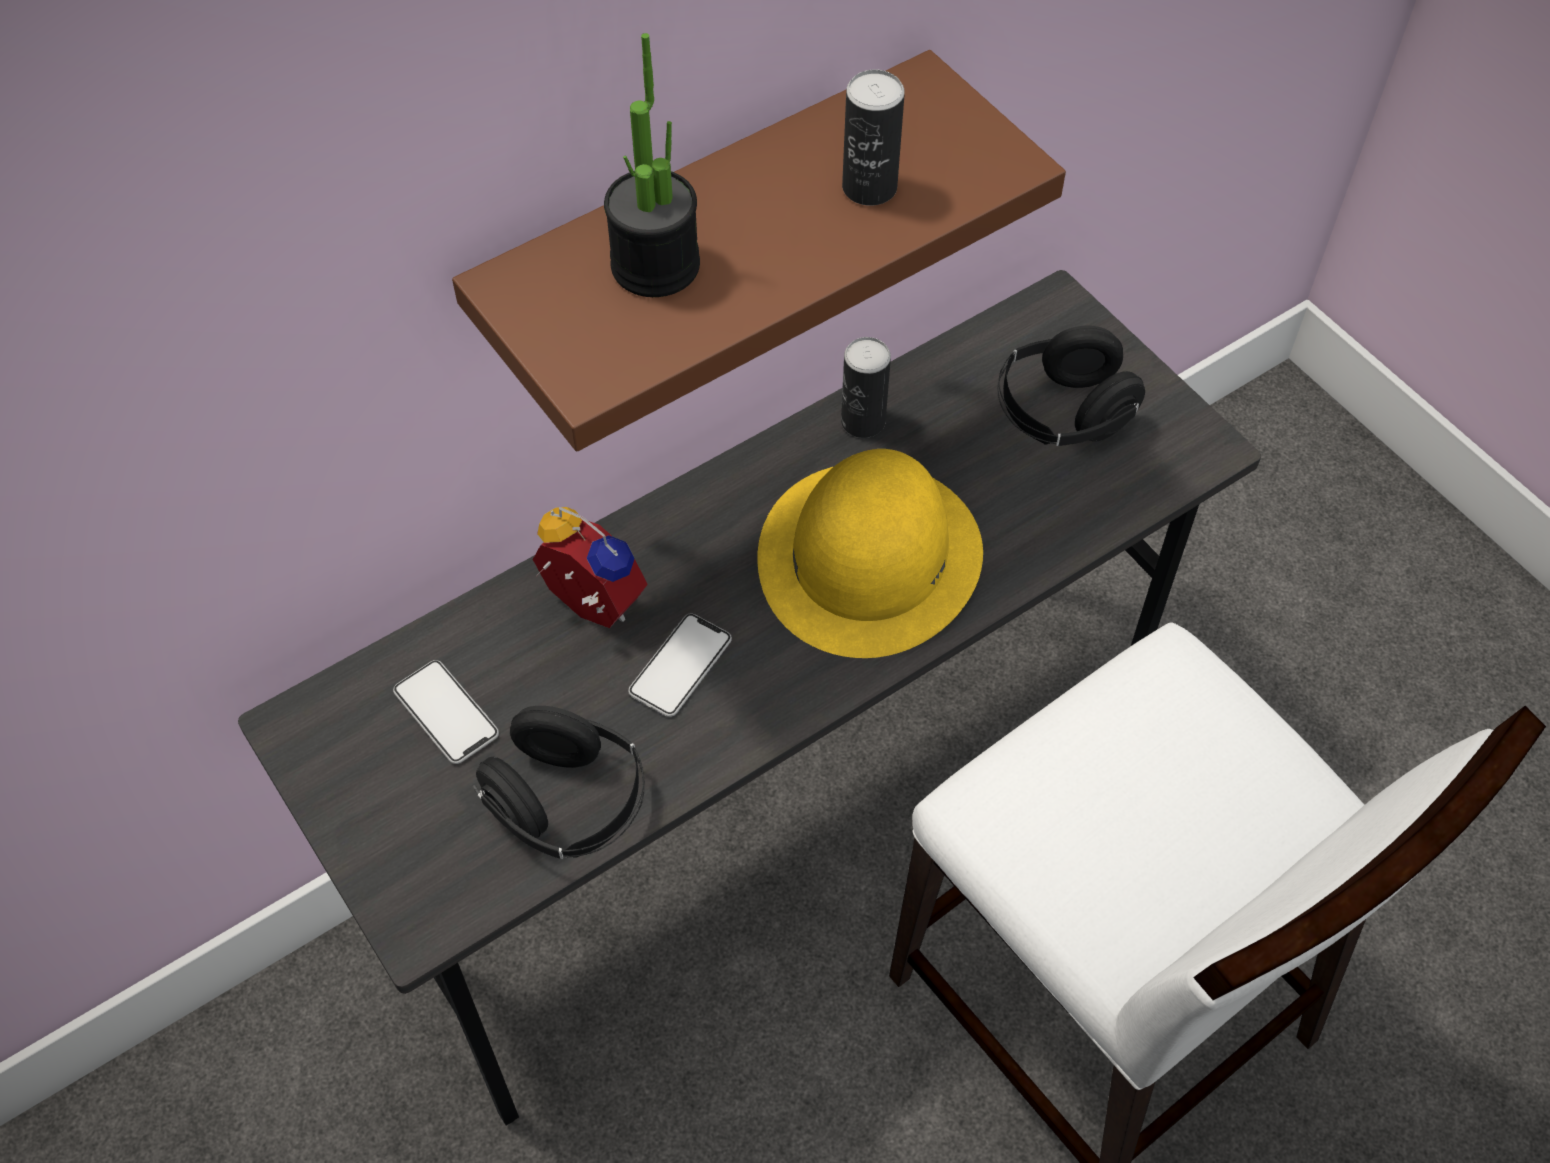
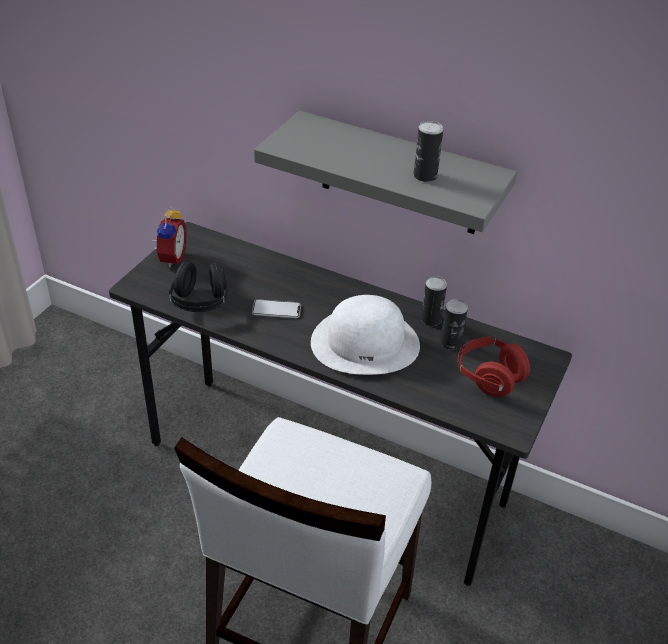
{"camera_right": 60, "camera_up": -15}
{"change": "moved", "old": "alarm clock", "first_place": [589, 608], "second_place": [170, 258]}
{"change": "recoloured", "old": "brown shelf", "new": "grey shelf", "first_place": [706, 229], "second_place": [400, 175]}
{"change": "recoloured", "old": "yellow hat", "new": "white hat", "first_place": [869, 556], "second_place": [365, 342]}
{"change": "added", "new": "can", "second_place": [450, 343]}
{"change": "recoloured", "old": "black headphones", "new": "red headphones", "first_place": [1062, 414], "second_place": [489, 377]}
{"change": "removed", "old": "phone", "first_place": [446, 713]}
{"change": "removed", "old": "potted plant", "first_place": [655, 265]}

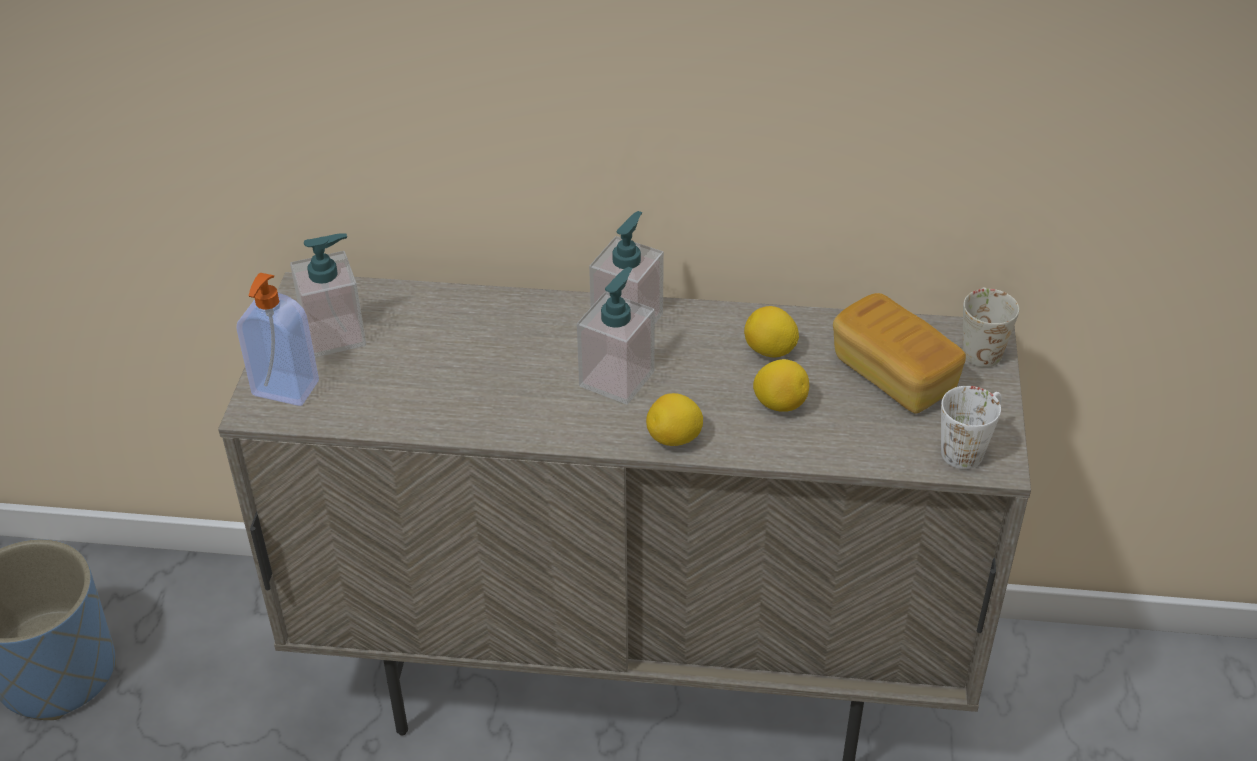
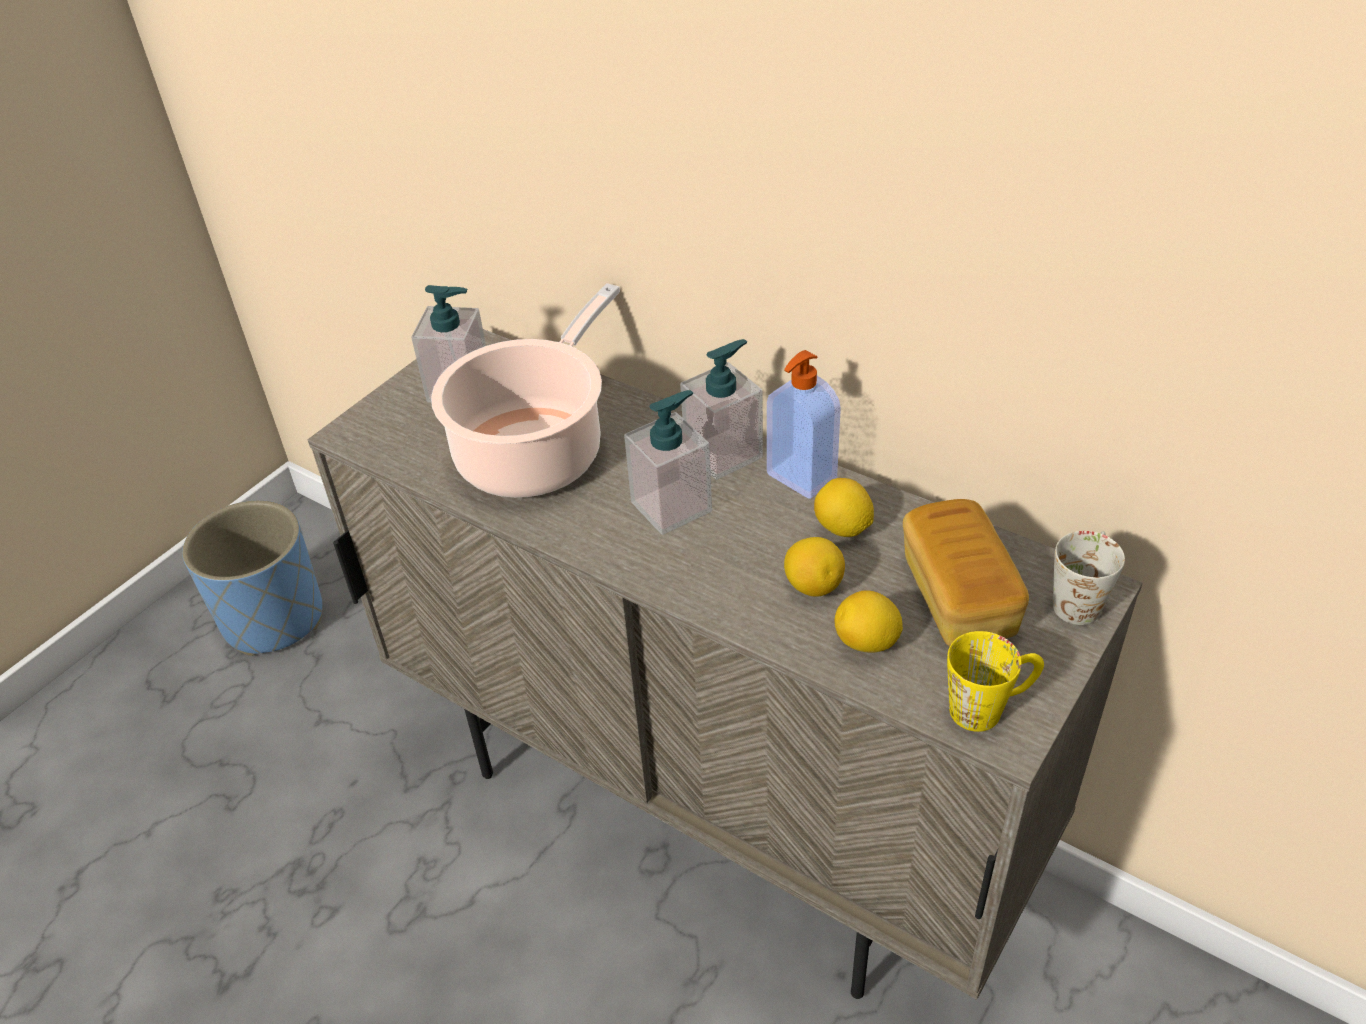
{"camera_right": 30, "camera_up": 0}
{"change": "added", "new": "cooking pot", "second_place": [535, 450]}
{"change": "moved", "old": "soap dispenser", "first_place": [284, 390], "second_place": [800, 478]}
{"change": "moved", "old": "lemon", "first_place": [674, 439], "second_place": [867, 643]}
{"change": "recoloured", "old": "white mug", "new": "yellow mug", "first_place": [969, 447], "second_place": [990, 706]}

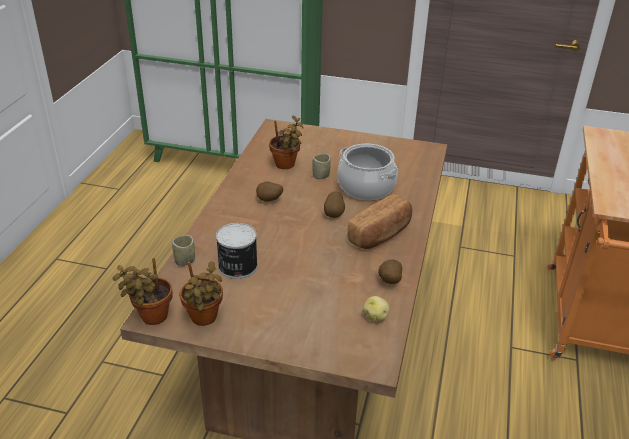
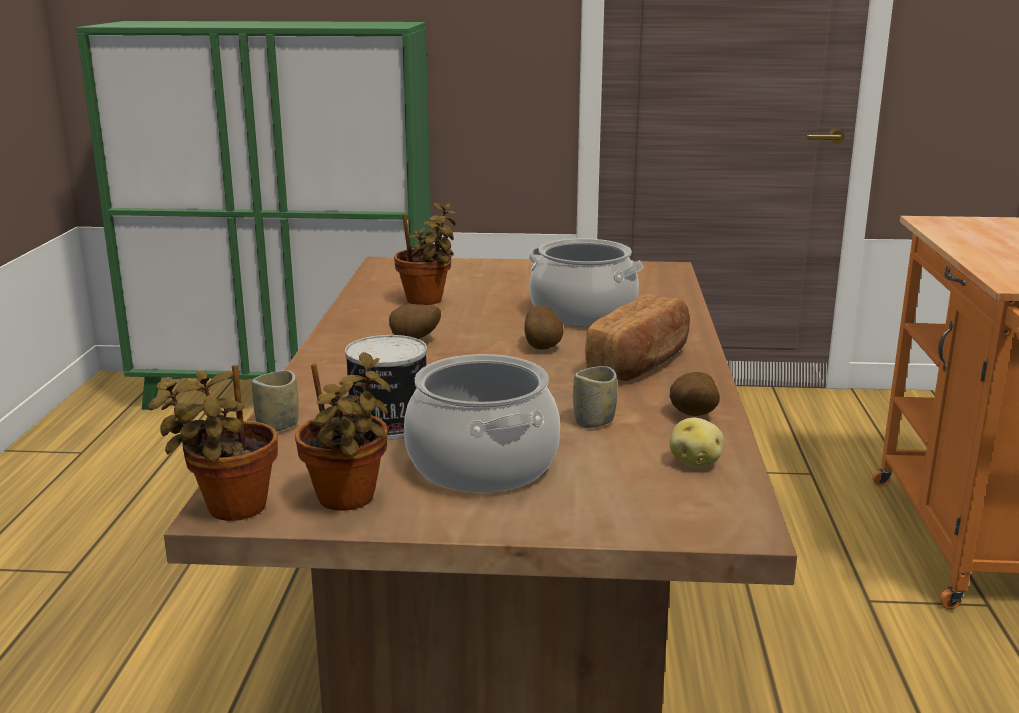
{"camera_right": -10, "camera_up": -15}
{"change": "added", "new": "cooking pot", "second_place": [481, 465]}
{"change": "moved", "old": "cup", "first_place": [321, 176], "second_place": [594, 421]}

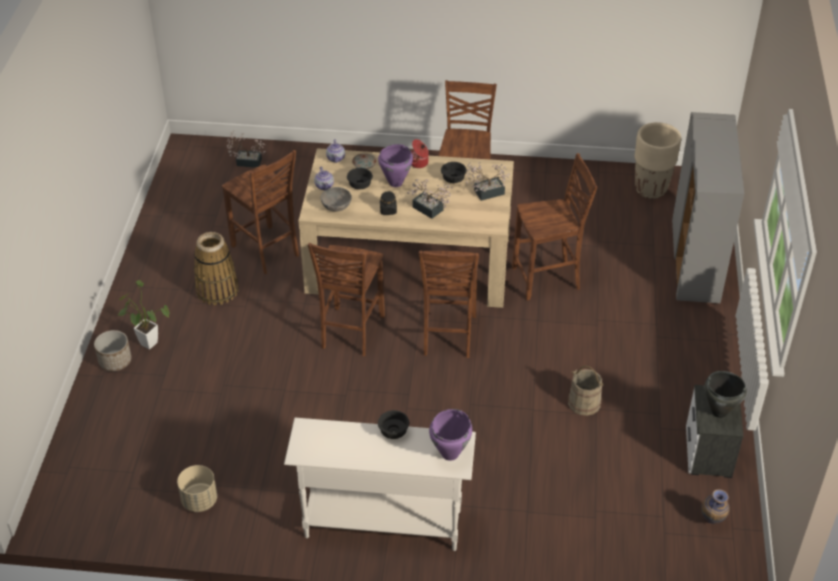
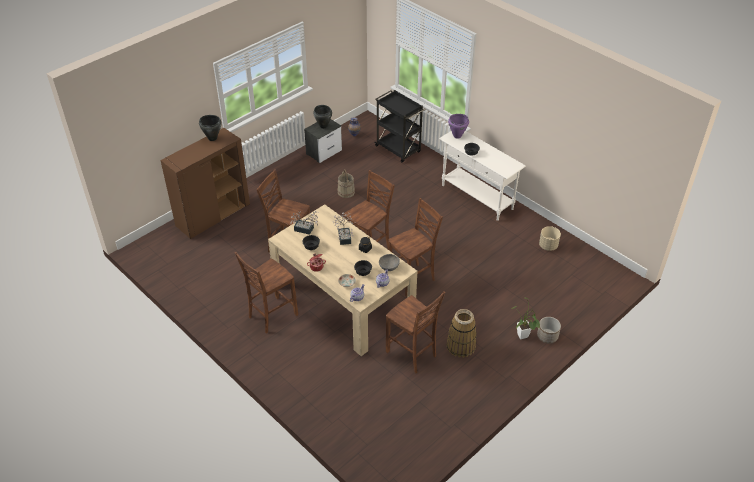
{"camera_right": -140, "camera_up": 0}
{"change": "recoloured", "old": "grey cabinet", "new": "brown cabinet", "first_place": [695, 262], "second_place": [213, 216]}
{"change": "added", "new": "black cooking pot", "second_place": [212, 138]}
{"change": "added", "new": "black cart", "second_place": [398, 149]}
{"change": "turned", "old": "brown chair", "first_place": [266, 251], "second_place": [412, 354], "degrees": 135}
{"change": "removed", "old": "potted plant", "first_place": [246, 161]}
{"change": "removed", "old": "purple cooking pot", "first_place": [395, 183]}
{"change": "removed", "old": "beige planter", "first_place": [651, 189]}

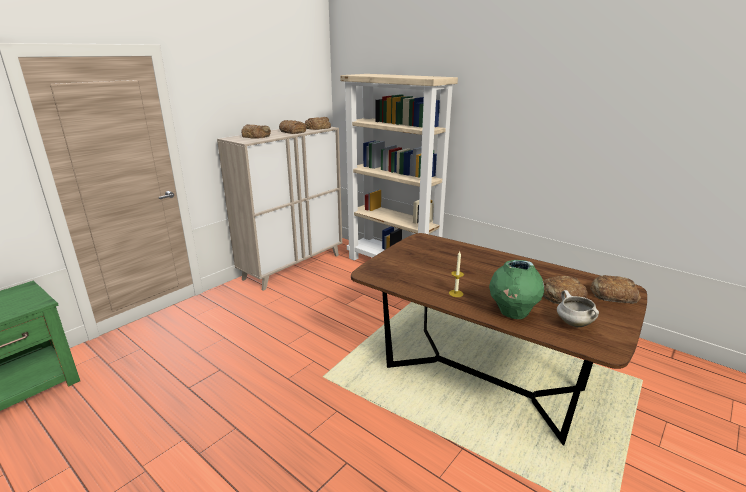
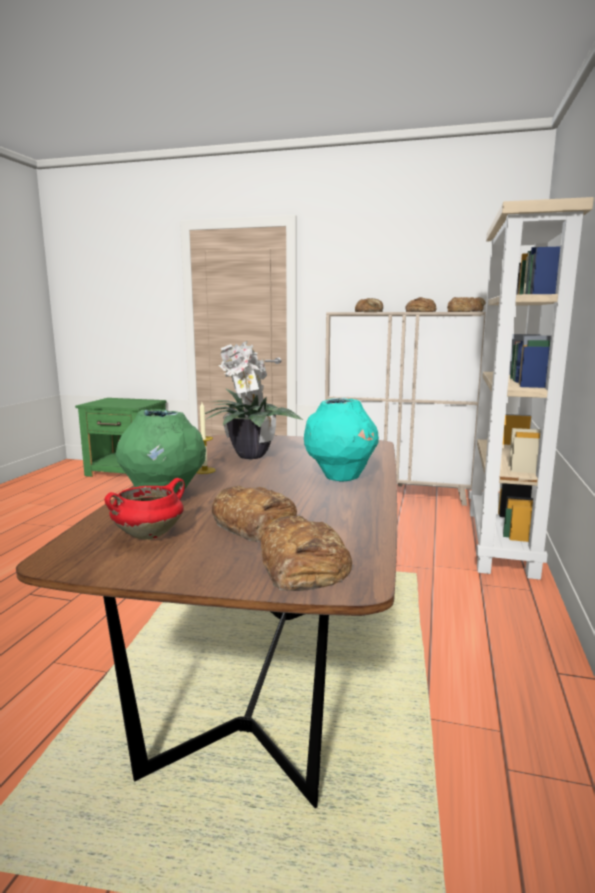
{"camera_right": 65, "camera_up": -10}
{"change": "recoloured", "old": "white cooking pot", "new": "red cooking pot", "first_place": [573, 323], "second_place": [149, 534]}
{"change": "added", "new": "potted plant", "second_place": [250, 457]}
{"change": "added", "new": "turquoise vase", "second_place": [340, 477]}

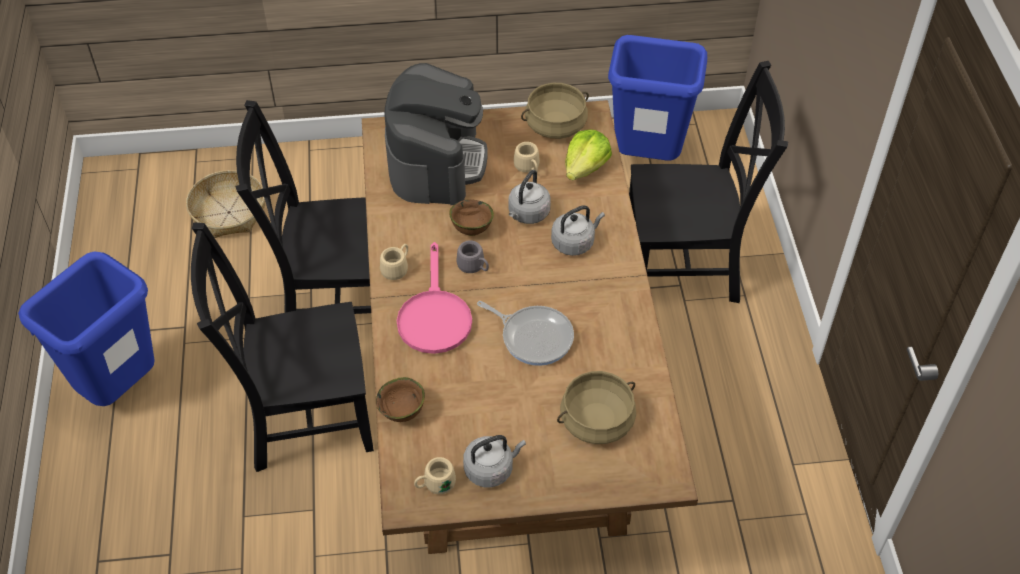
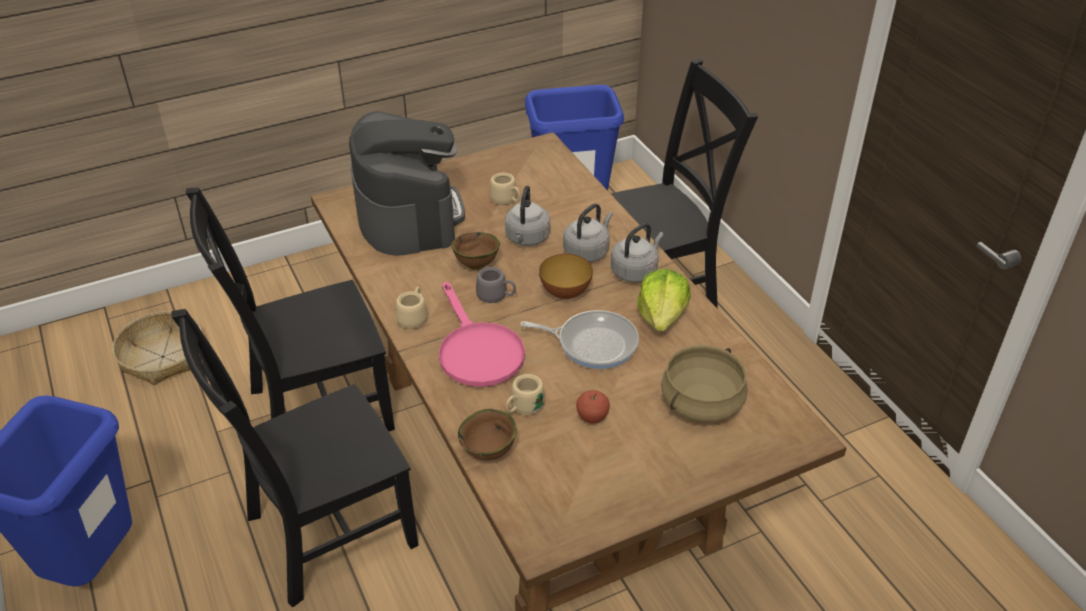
{"camera_right": -20, "camera_up": -10}
{"change": "moved", "old": "beige mug", "first_place": [435, 485], "second_place": [523, 408]}
{"change": "added", "new": "bowl", "second_place": [565, 293]}
{"change": "added", "new": "apple", "second_place": [592, 417]}
{"change": "moved", "old": "grey kettle", "first_place": [491, 469], "second_place": [635, 271]}
{"change": "moved", "old": "lettuce", "first_place": [585, 167], "second_place": [662, 316]}
{"change": "removed", "old": "beige cooking pot", "first_place": [555, 125]}

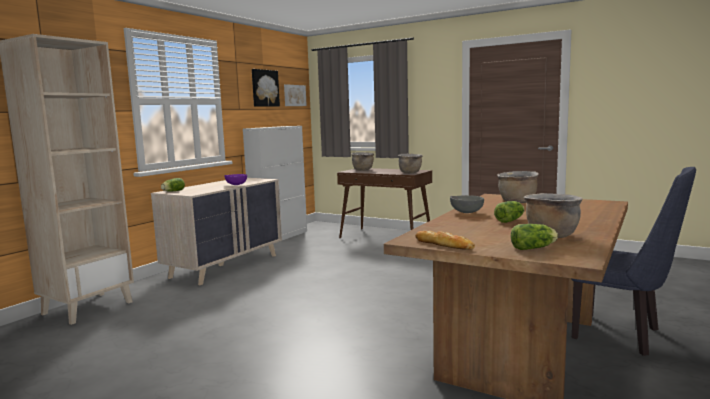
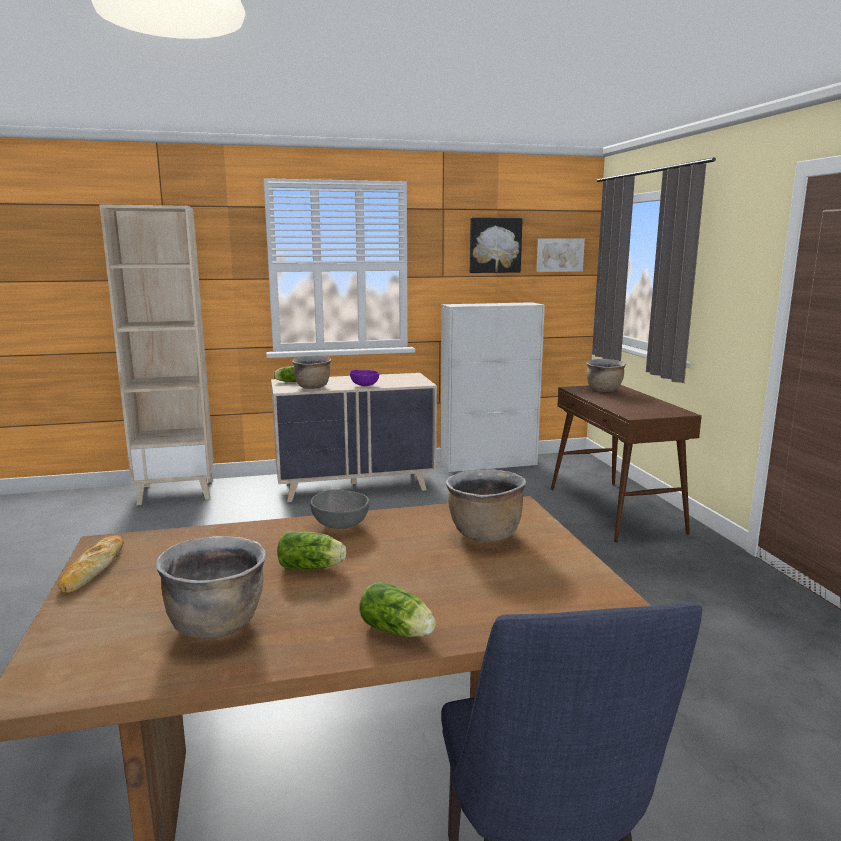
{"camera_right": 45, "camera_up": 5}
{"change": "moved", "old": "brown cooking pot", "first_place": [410, 172], "second_place": [313, 387]}
{"change": "moved", "old": "lettuce", "first_place": [534, 248], "second_place": [399, 632]}

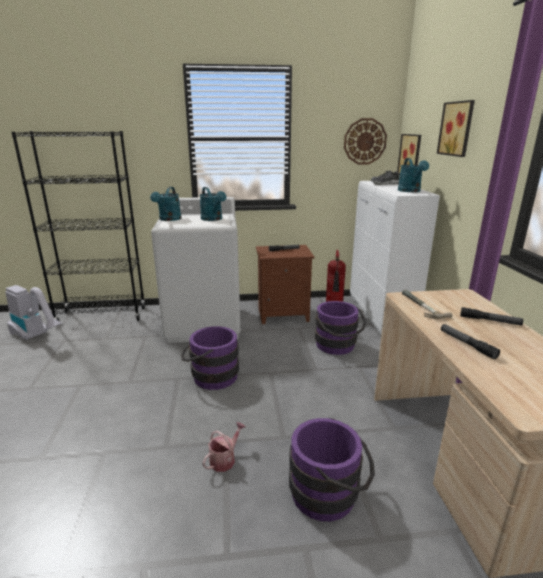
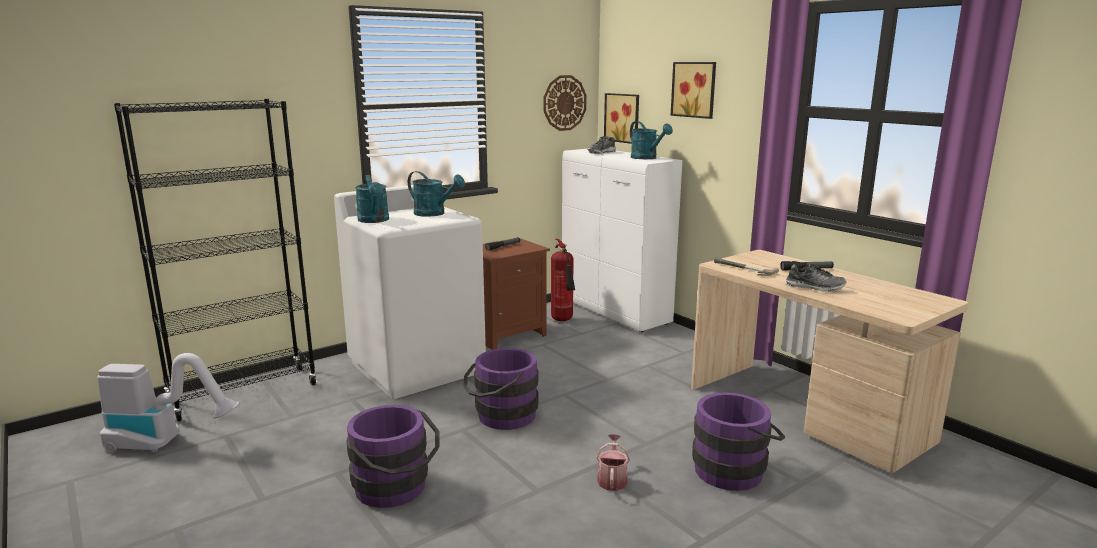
{"camera_right": -30, "camera_up": -5}
{"change": "moved", "old": "purple bucket", "first_place": [337, 346], "second_place": [395, 489]}
{"change": "replaced", "old": "flashlight", "new": "shoe", "first_place": [467, 344], "second_place": [814, 288]}

